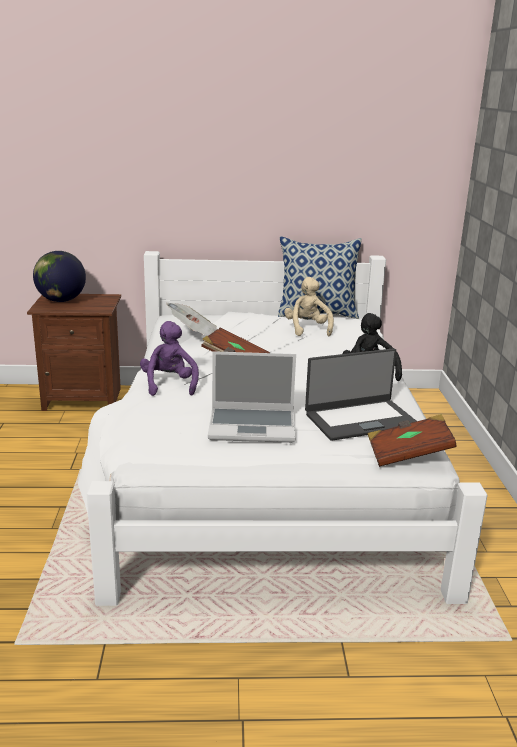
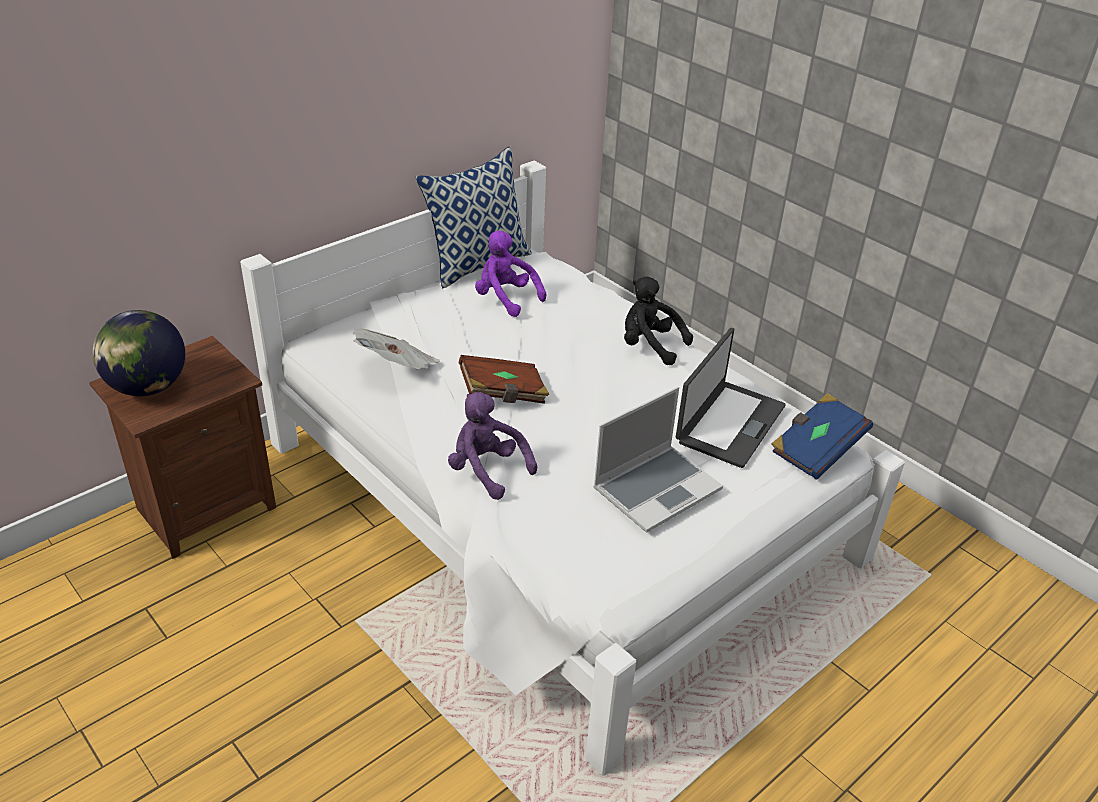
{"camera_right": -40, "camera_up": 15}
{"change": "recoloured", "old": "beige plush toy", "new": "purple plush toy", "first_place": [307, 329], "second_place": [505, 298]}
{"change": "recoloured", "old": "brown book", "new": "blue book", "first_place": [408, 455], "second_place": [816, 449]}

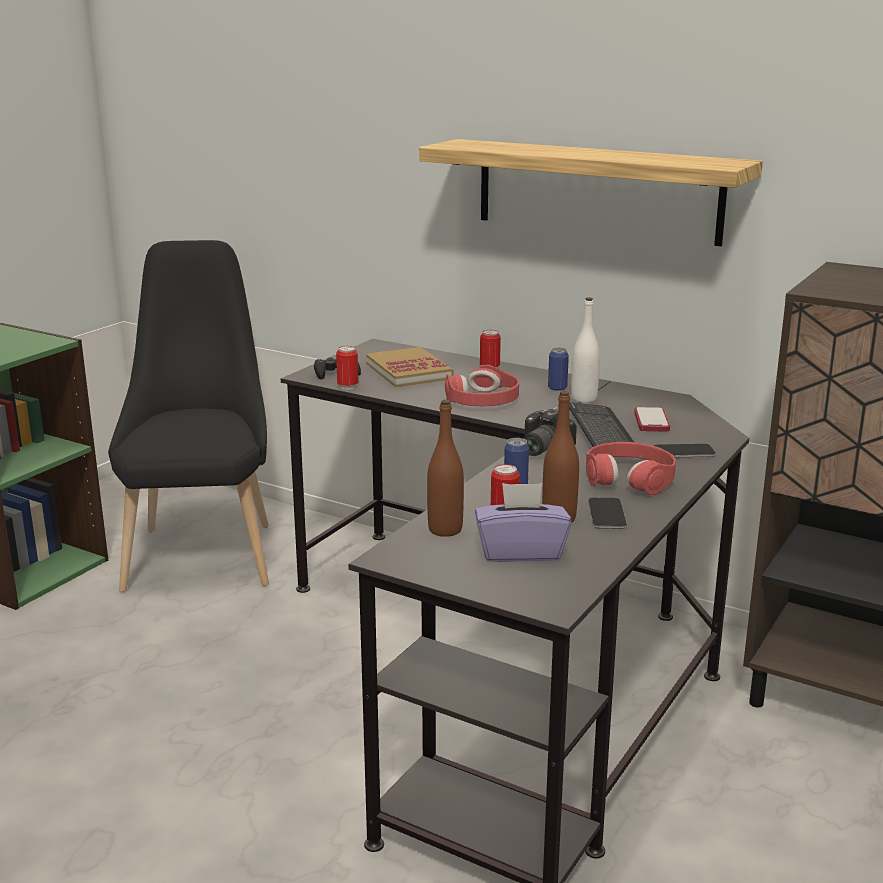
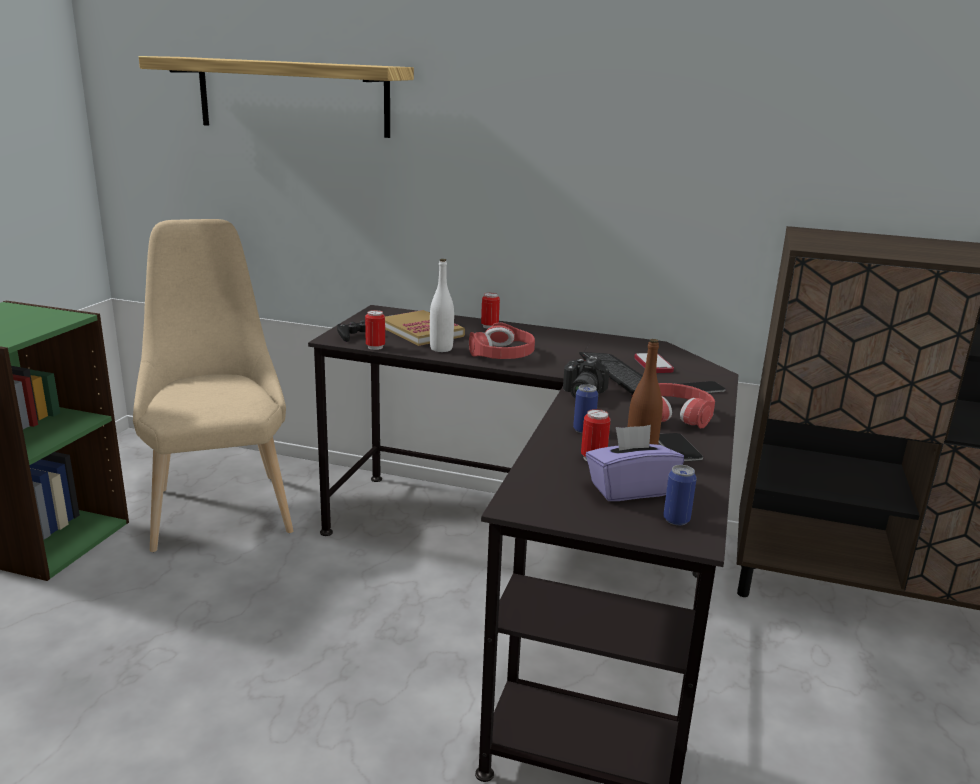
{"camera_right": -15, "camera_up": 0}
{"change": "recoloured", "old": "black chair", "new": "beige chair", "first_place": [203, 551], "second_place": [220, 505]}
{"change": "moved", "old": "shelf", "first_place": [597, 191], "second_place": [292, 97]}
{"change": "moved", "old": "white bottle", "first_place": [584, 399], "second_place": [441, 349]}
{"change": "moved", "old": "can", "first_place": [557, 388], "second_place": [676, 519]}
{"change": "removed", "old": "brown bottle", "first_place": [445, 530]}

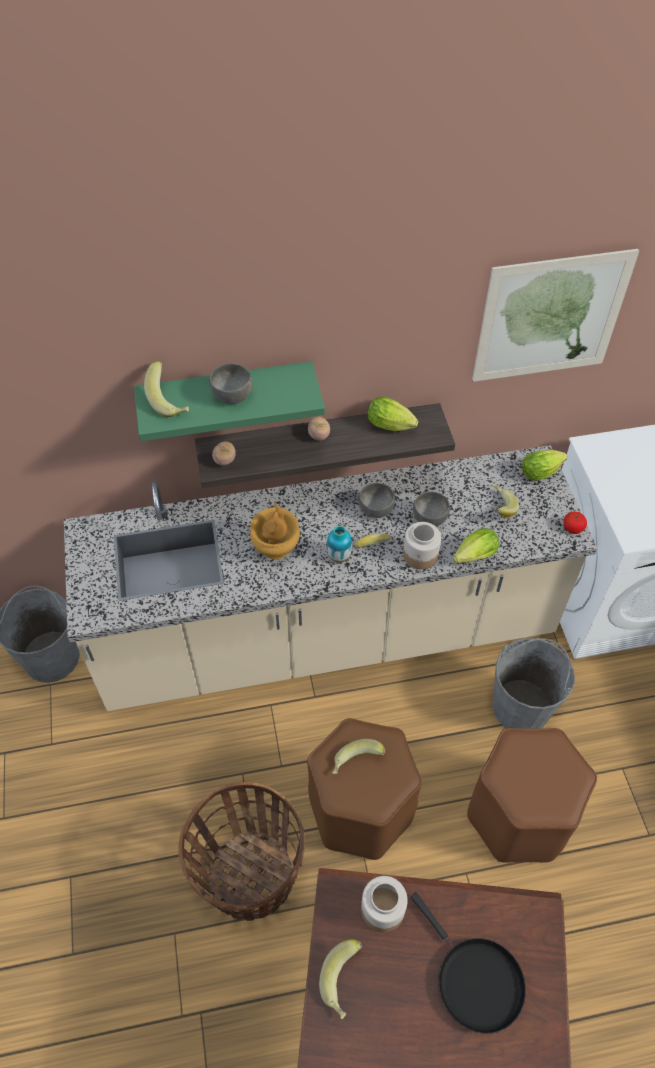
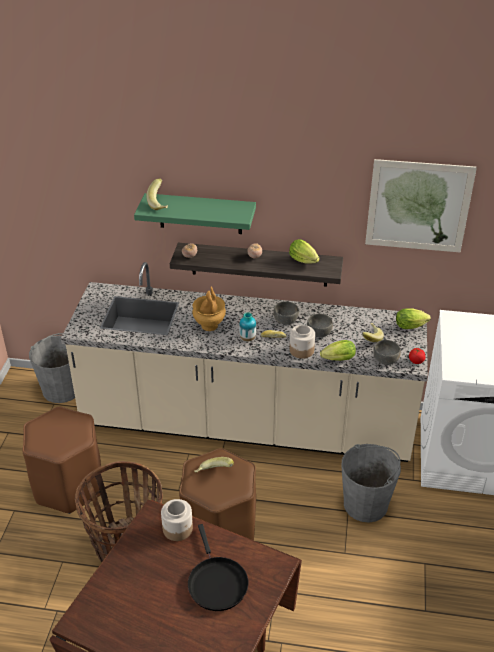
{"camera_right": 20, "camera_up": -15}
{"change": "moved", "old": "brown stool", "first_place": [518, 816], "second_place": [68, 486]}
{"change": "moved", "old": "grey bowl", "first_place": [233, 395], "second_place": [386, 360]}
{"change": "removed", "old": "banana", "first_place": [344, 981]}

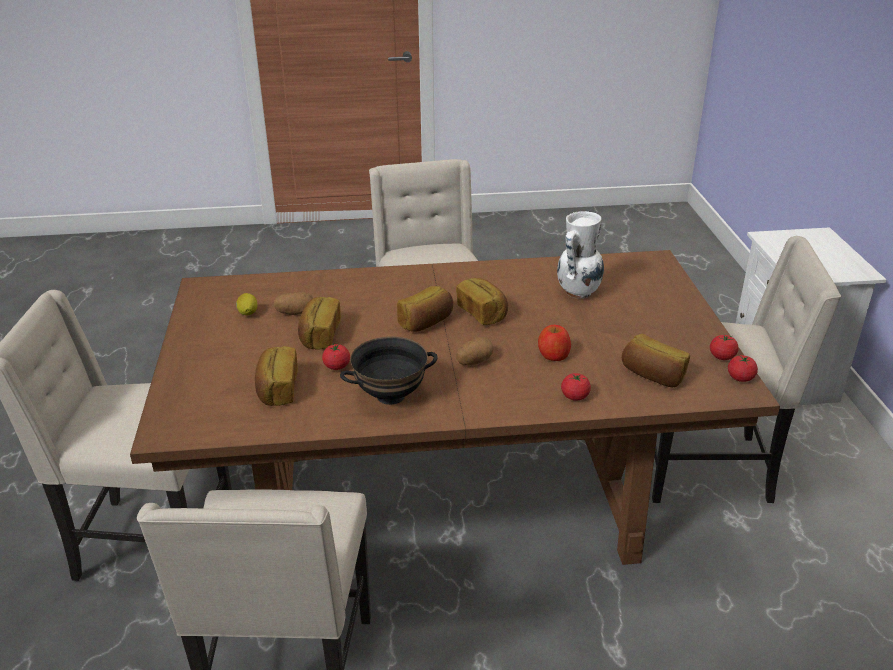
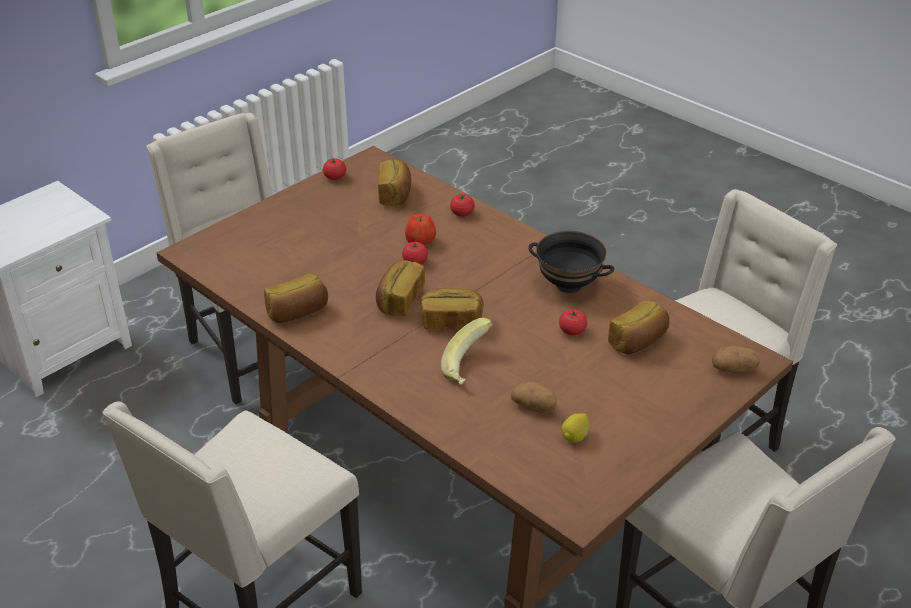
{"camera_right": -130, "camera_up": 5}
{"change": "moved", "old": "bread", "first_place": [319, 336], "second_place": [297, 312]}
{"change": "moved", "old": "tomato", "first_place": [740, 378], "second_place": [415, 262]}
{"change": "added", "new": "banana", "second_place": [469, 367]}
{"change": "moved", "old": "potato", "first_place": [474, 361], "second_place": [733, 369]}
{"change": "removed", "old": "white vase", "first_place": [577, 293]}

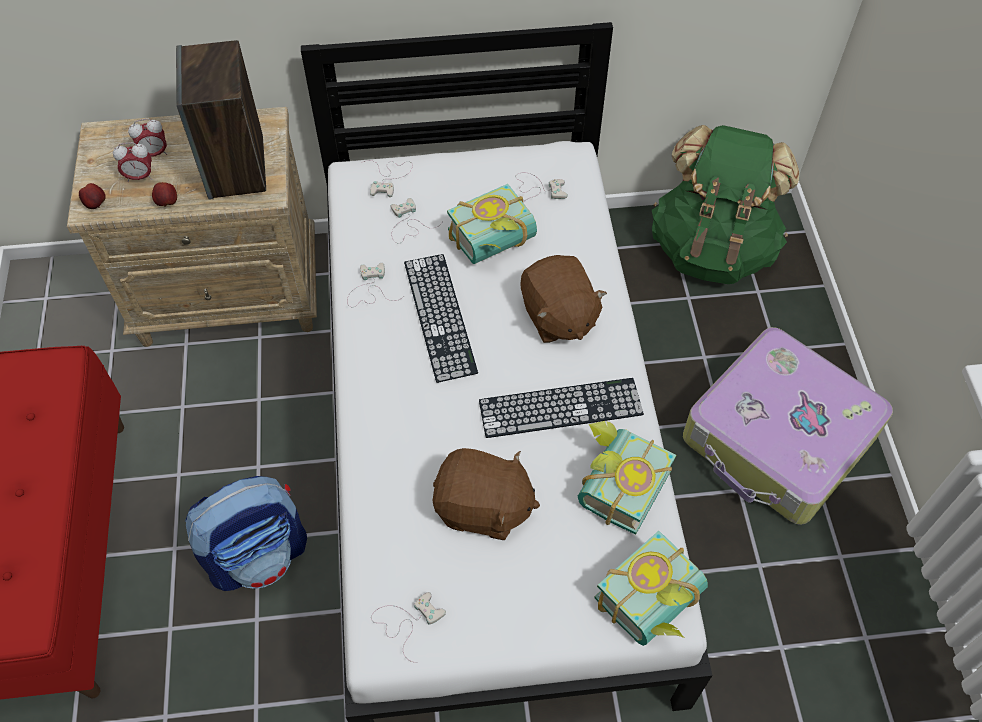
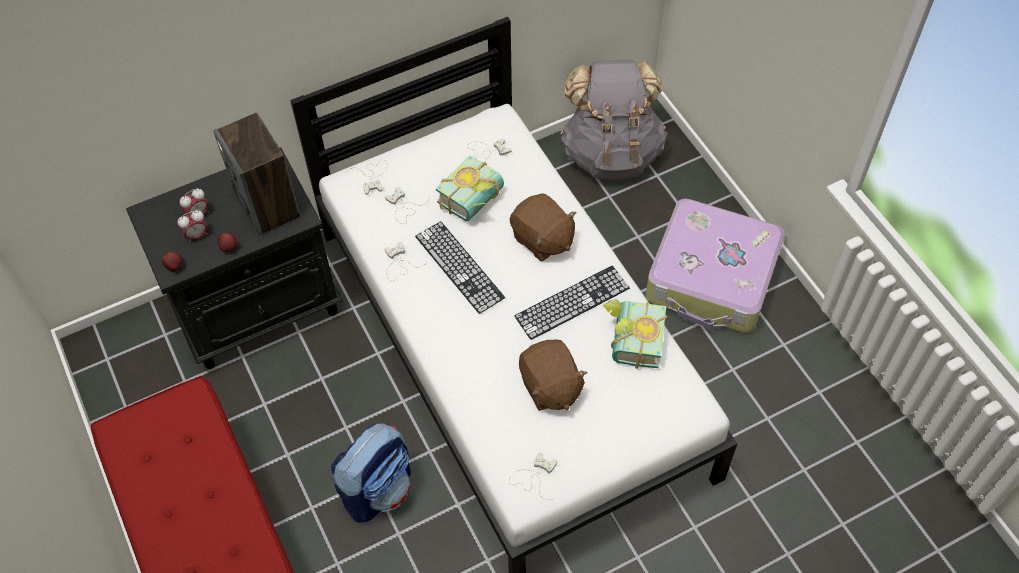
{"camera_right": -20, "camera_up": 0}
{"change": "recoloured", "old": "beige nightstand", "new": "black nightstand", "first_place": [231, 294], "second_place": [259, 306]}
{"change": "turned", "old": "brown plush toy", "first_place": [483, 508], "second_place": [550, 387], "degrees": 75}
{"change": "recoloured", "old": "green backpack", "new": "grey backpack", "first_place": [712, 248], "second_place": [611, 153]}
{"change": "removed", "old": "book", "first_place": [655, 605]}

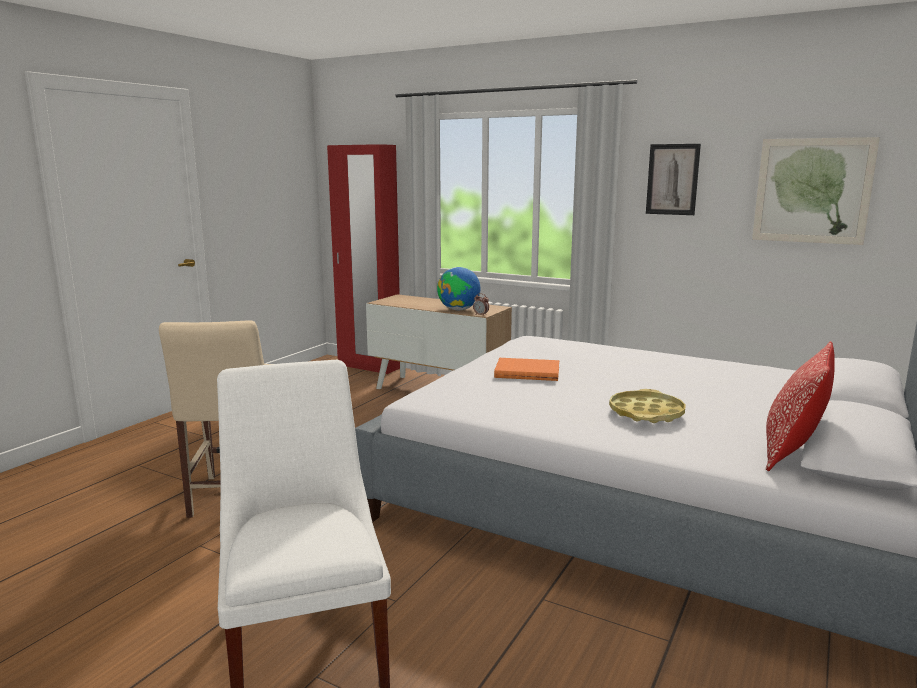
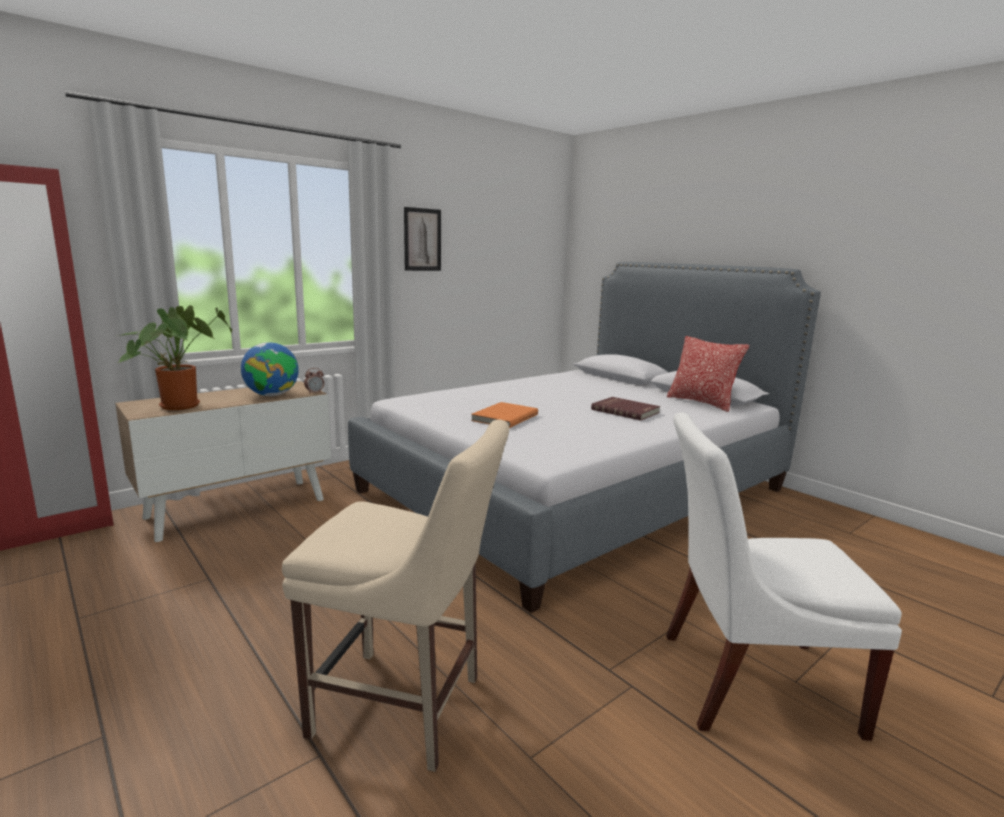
{"camera_right": -70, "camera_up": 0}
{"change": "added", "new": "potted plant", "second_place": [181, 405]}
{"change": "replaced", "old": "yellow tray", "new": "red book", "first_place": [646, 413], "second_place": [626, 411]}
{"change": "removed", "old": "picture", "first_place": [812, 191]}

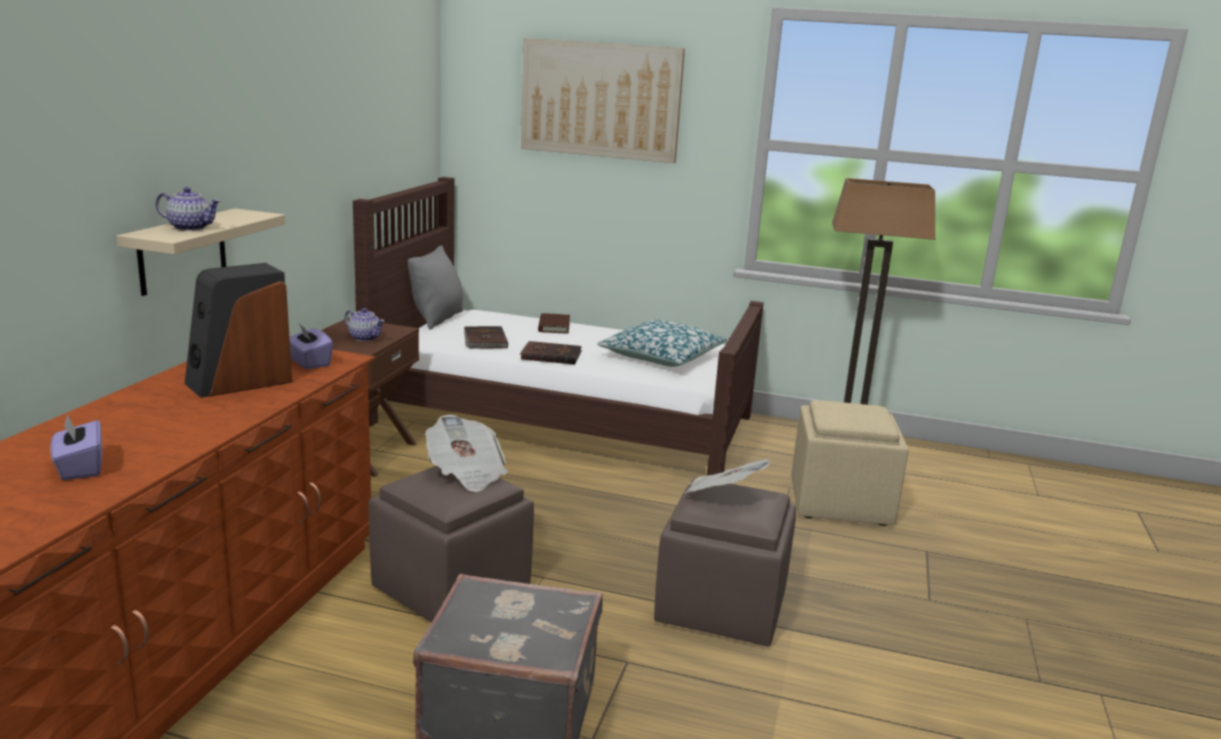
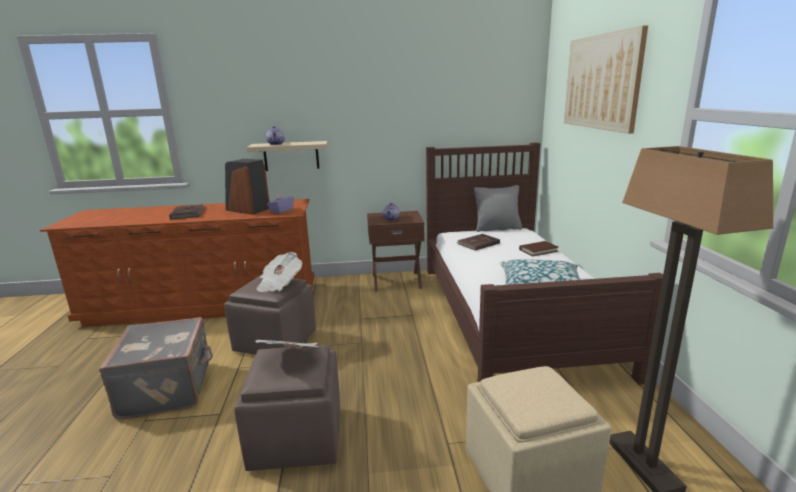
{"camera_right": 70, "camera_up": 0}
{"change": "moved", "old": "brown book", "first_place": [551, 355], "second_place": [188, 213]}
{"change": "removed", "old": "purple tissue box", "first_place": [80, 468]}

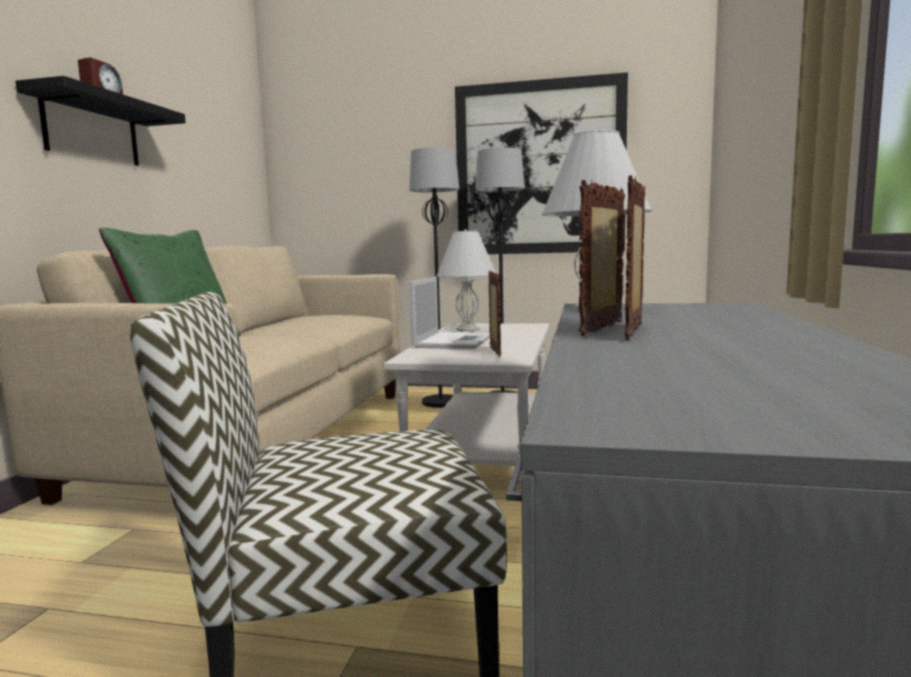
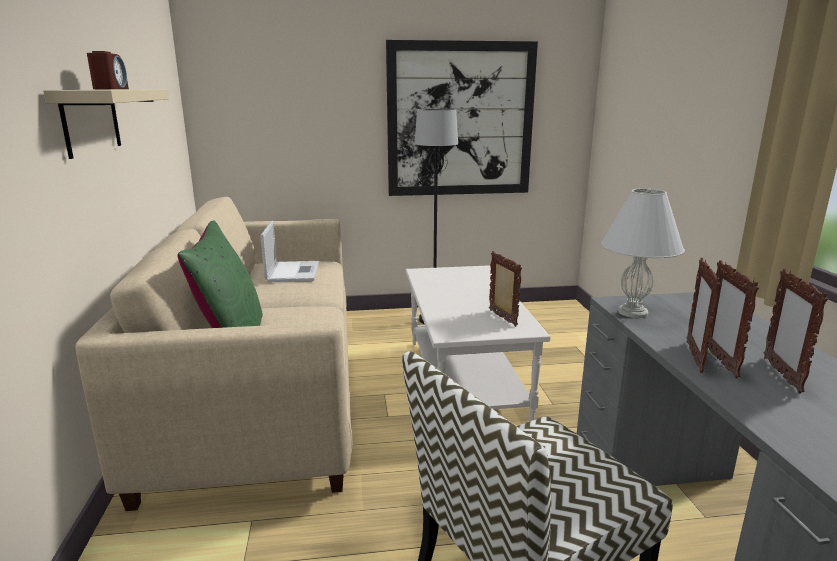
{"camera_right": -20, "camera_up": 10}
{"change": "recoloured", "old": "black shelf", "new": "beige shelf", "first_place": [91, 130], "second_place": [91, 121]}
{"change": "moved", "old": "laptop", "first_place": [453, 341], "second_place": [293, 272]}
{"change": "added", "new": "picture frame", "second_place": [781, 374]}
{"change": "removed", "old": "black floor lamp", "first_place": [440, 402]}
{"change": "removed", "old": "white table lamp", "first_place": [468, 329]}

